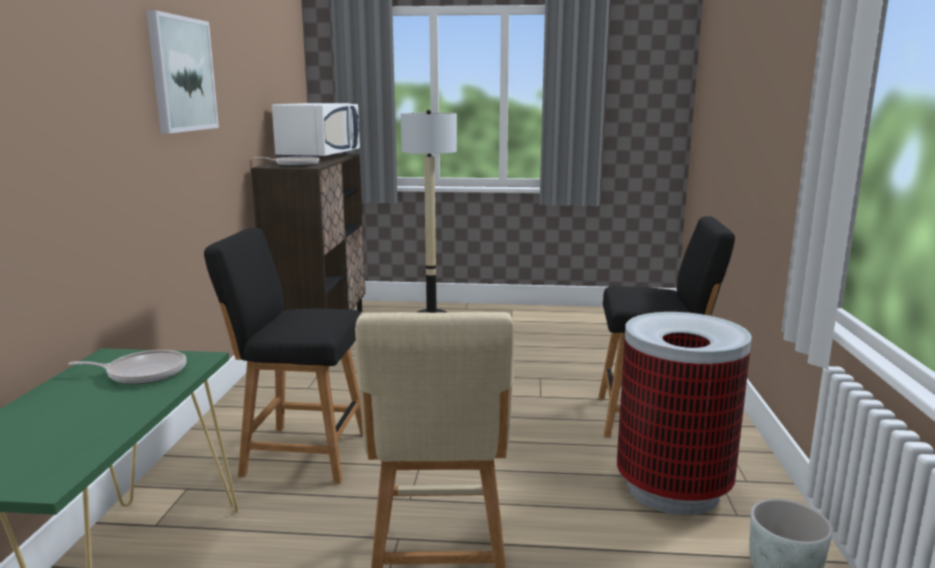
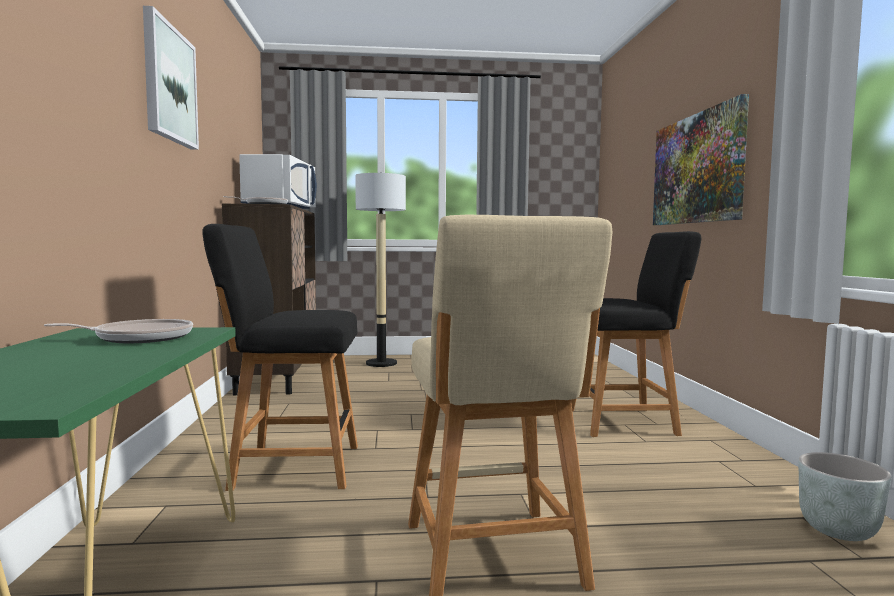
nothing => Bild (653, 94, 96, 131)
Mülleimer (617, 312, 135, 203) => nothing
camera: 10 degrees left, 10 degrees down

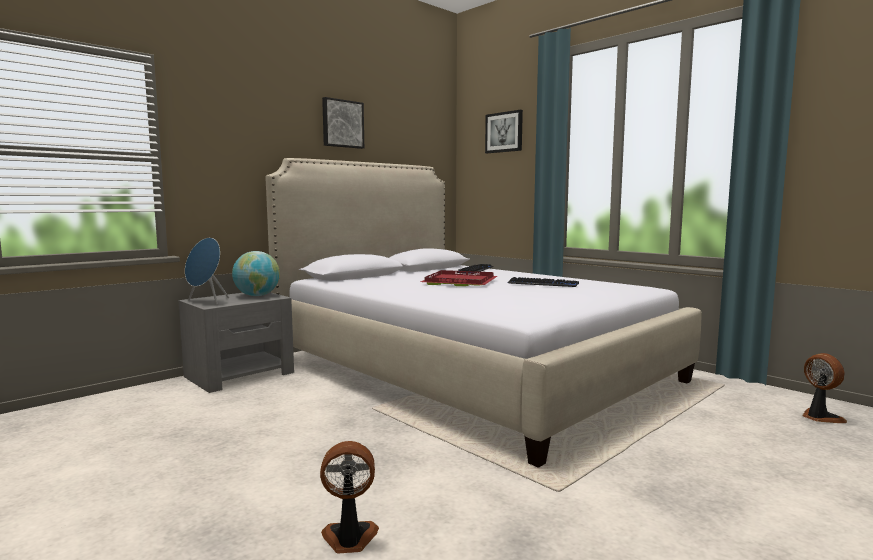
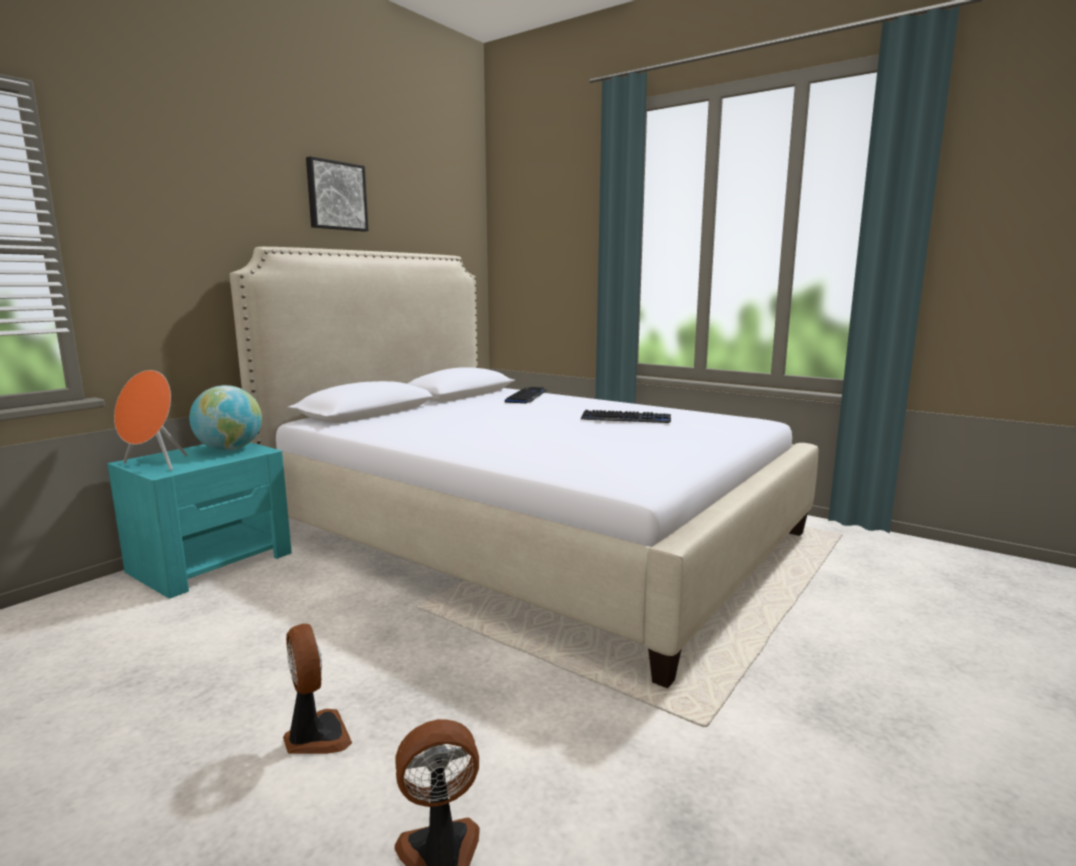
Nachttisch (grau) (179, 292, 115, 101) => Nachttisch (türkis) (107, 442, 185, 156)
Lautsprecher (blau) (185, 238, 44, 67) => Lautsprecher (orange) (114, 370, 74, 100)
Ventilator (802, 353, 45, 70) => Ventilator (283, 624, 69, 130), moved
Tablett (rot) (421, 270, 76, 16) => nothing
Bild (485, 110, 38, 43) => nothing
camera: 10 degrees left, 5 degrees up

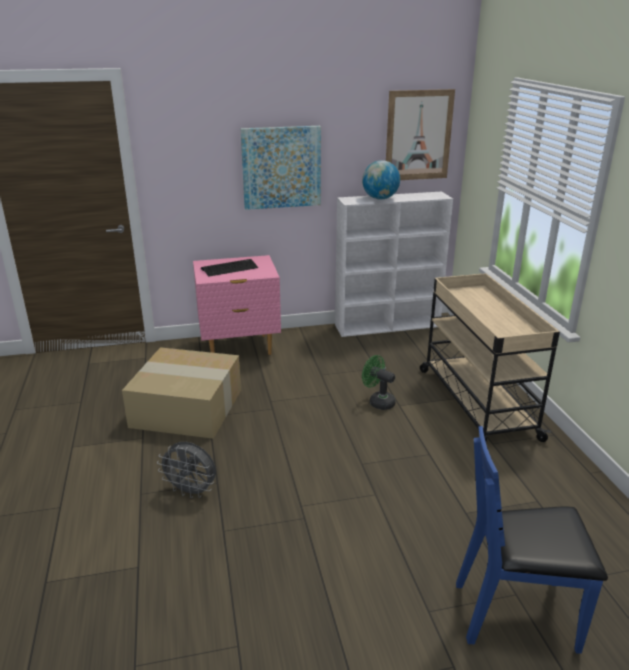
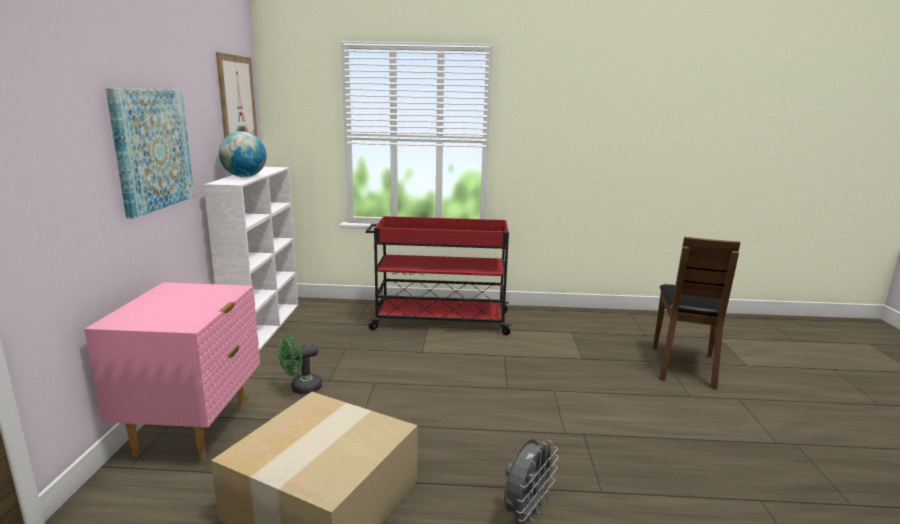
Ventilator (grün) (362, 355, 34, 55) => Ventilator (grün) (278, 336, 44, 58), moved
Rollwagen (beige) (420, 273, 140, 169) => Rollwagen (rot) (366, 216, 146, 120)
Stuhl (blau) (456, 426, 152, 227) => Stuhl (braun) (653, 237, 87, 152)
Tastatur (201, 259, 57, 18) => nothing
camera: 75 degrees left, 10 degrees down

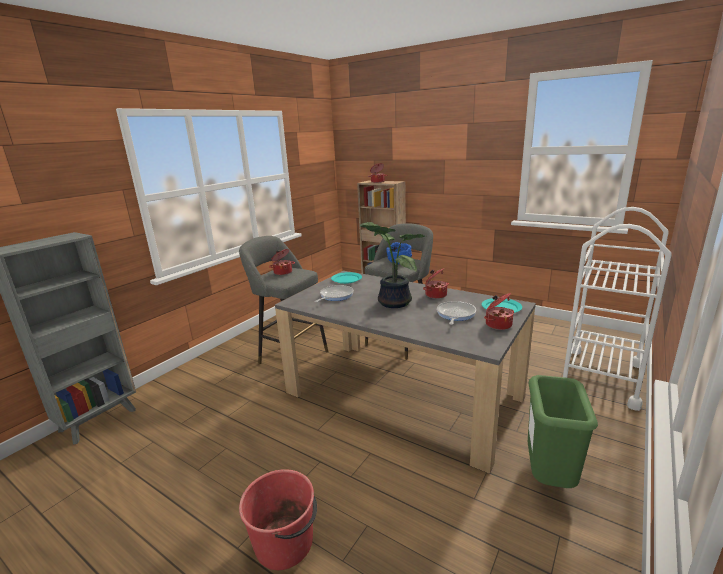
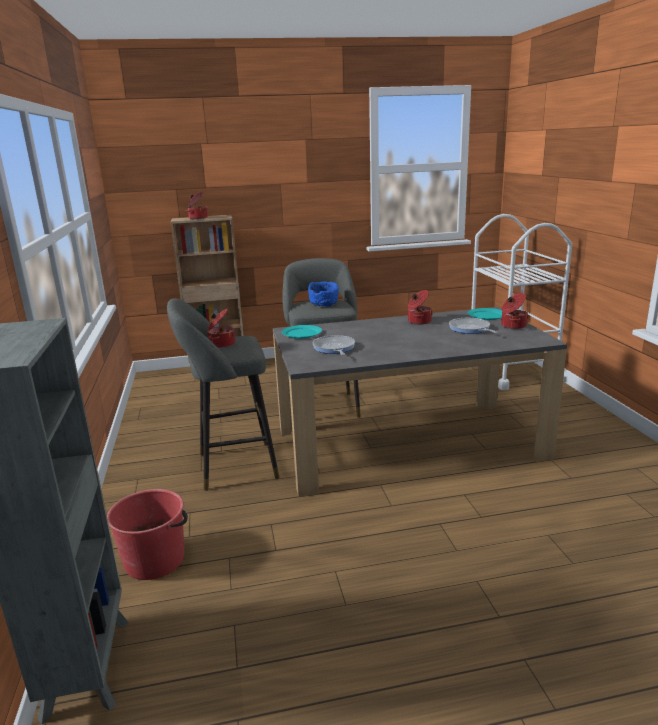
Eimer (rot) (239, 469, 78, 101) => Eimer (rot) (107, 489, 81, 91), moved
Topfpflanze (360, 222, 66, 86) => nothing
Mülleimer (grün) (528, 375, 70, 113) => nothing
camera: 45 degrees left, 0 degrees up

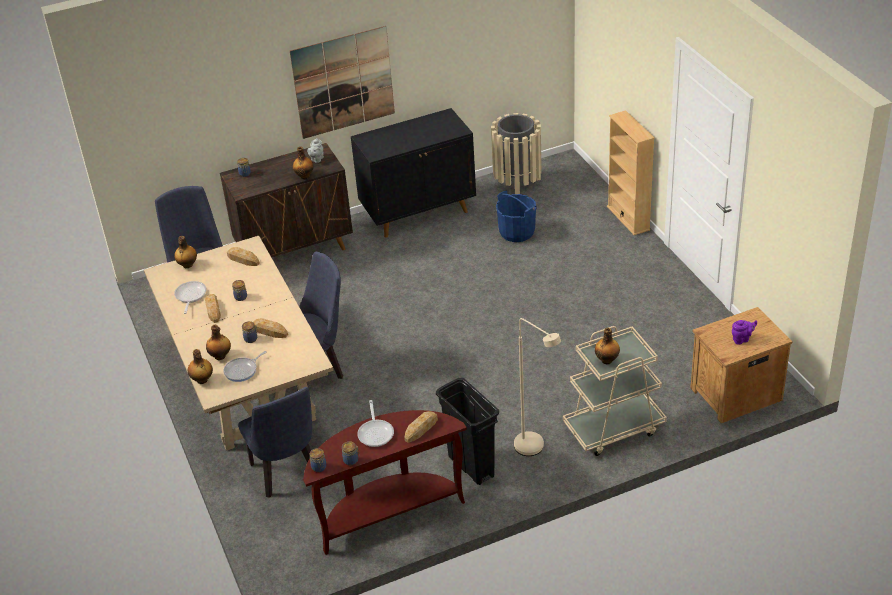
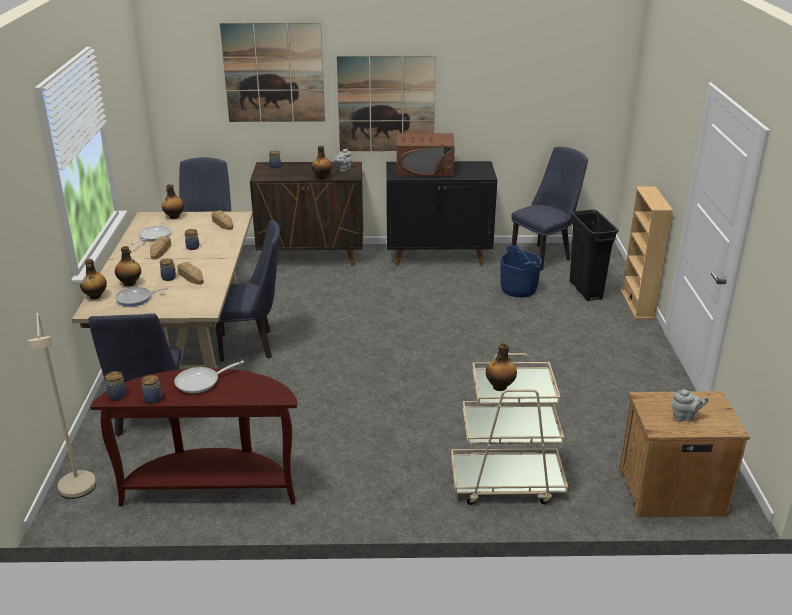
Stehlampe (beige) (514, 318, 47, 138) => Stehlampe (beige) (27, 313, 69, 186), moved
Pfanne (357, 400, 37, 47) => Pfanne (174, 360, 70, 34), 45 degrees clockwise
nothing => Bild (220, 23, 105, 99)
nothing => Mikrowelle (braun) (396, 133, 59, 43)
Mülleimer (beige) (491, 113, 51, 81) => Stuhl (blau) (511, 147, 77, 123)
Mülleimer (schwarz) (436, 378, 63, 107) => Mülleimer (schwarz) (570, 209, 49, 92), moved
Teekanne (lila) (732, 320, 25, 25) => Teekanne (grau) (671, 389, 37, 32)
Brot (404, 411, 34, 32) => nothing
camera: 20 degrees right, 10 degrees down

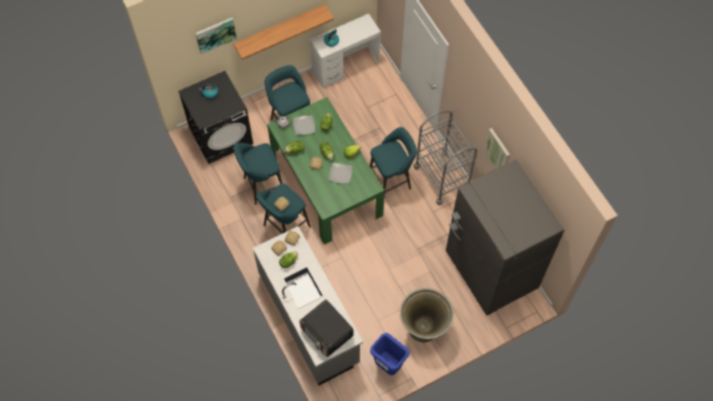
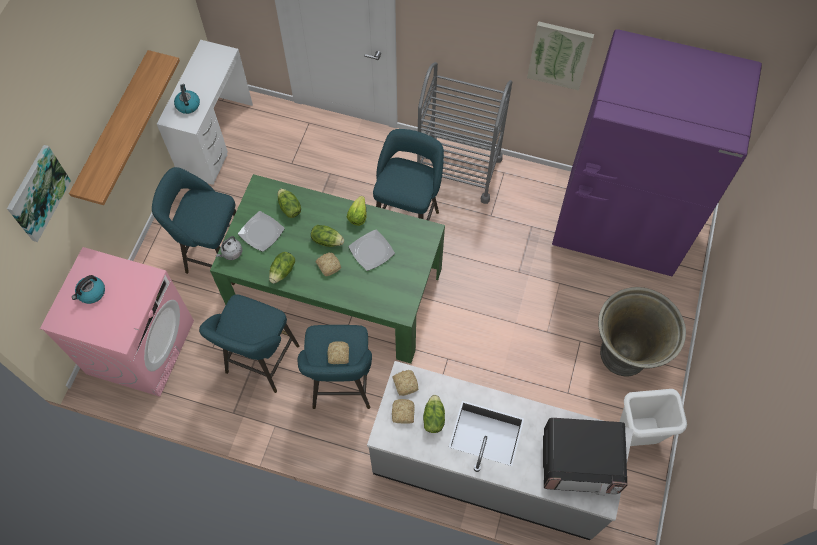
Waschmaschine (schwarz) (178, 71, 75, 93) => Waschmaschine (rosa) (40, 247, 154, 150)
Kühlschrank (grau) (446, 160, 118, 156) => Kühlschrank (lila) (552, 30, 210, 246)
Mülleimer (blau) (370, 333, 39, 42) => Mülleimer (weiß) (619, 389, 68, 57)
camera: 45 degrees left, 0 degrees up

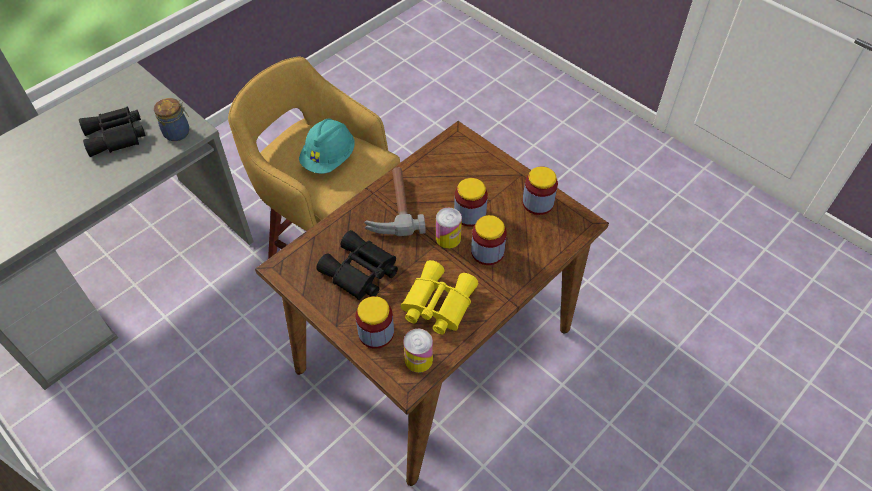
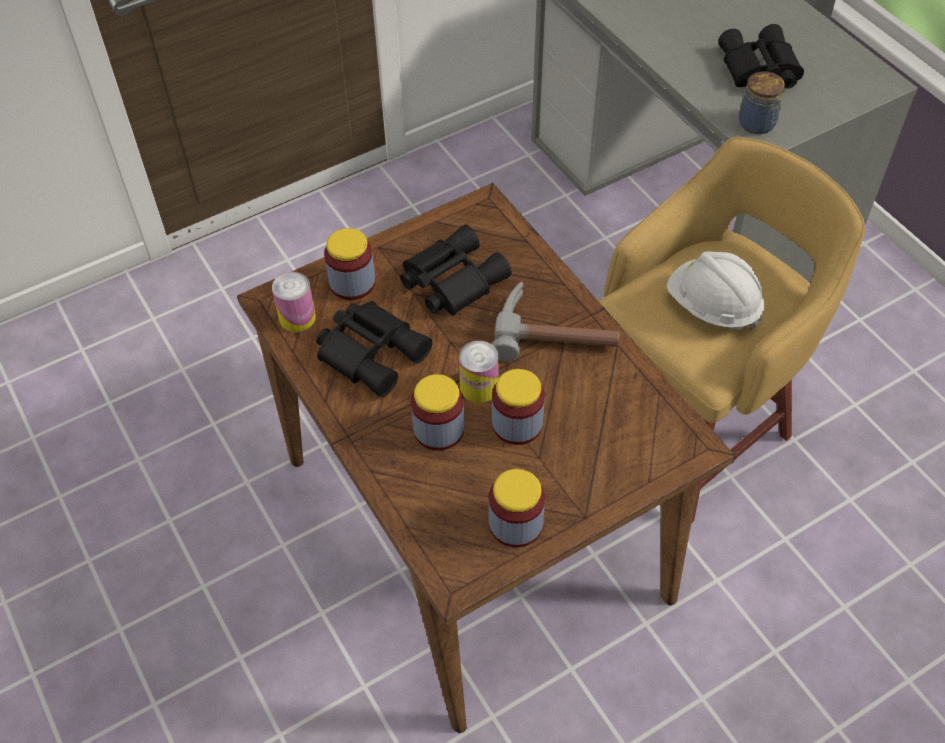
Fernglas (gelb) (401, 260, 77, 74) => Fernglas (schwarz) (316, 301, 116, 97)
Schutzhelm (türkis) (299, 119, 56, 55) => Schutzhelm (weiß) (667, 251, 98, 80)
camera: 105 degrees right, 0 degrees up

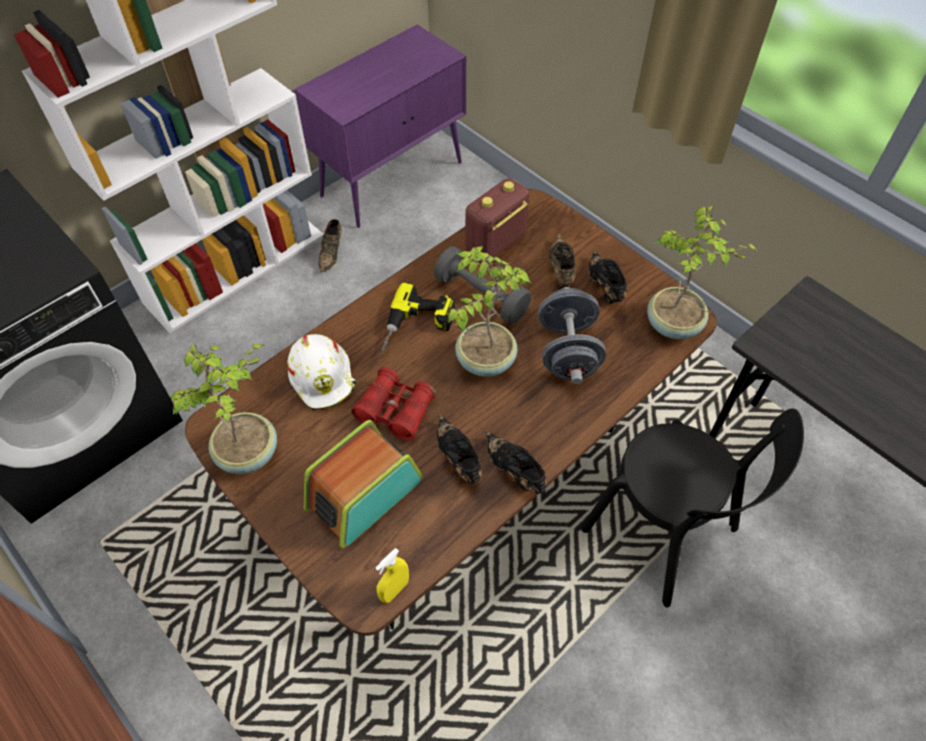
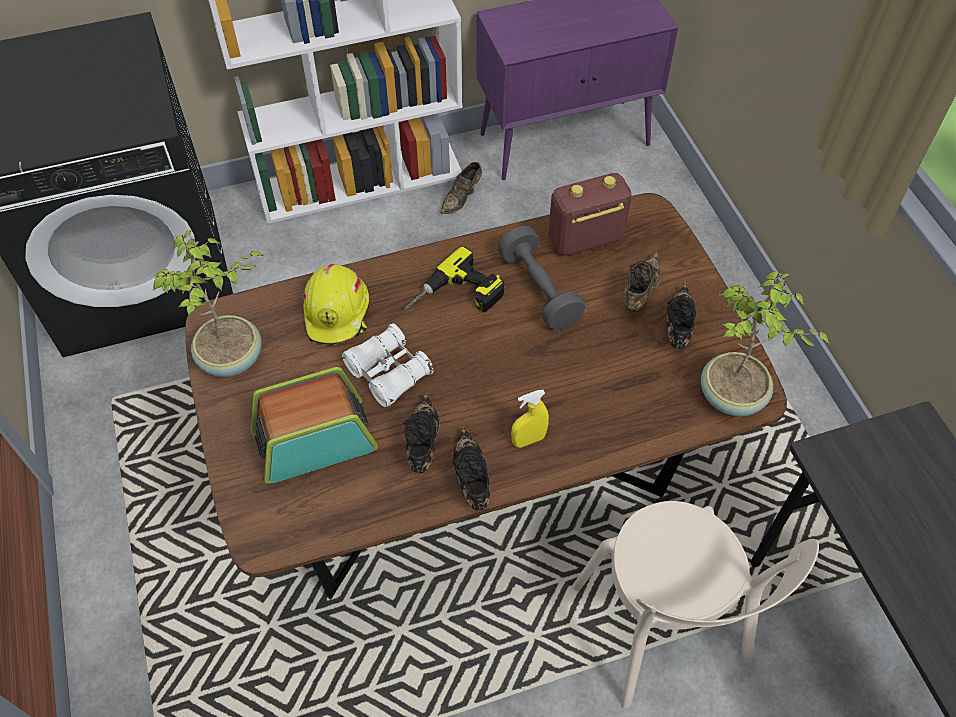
Schutzhelm (weiß) (287, 334, 69, 76) => Schutzhelm (gelb) (303, 264, 67, 81)
Fernglas (rot) (351, 367, 86, 74) => Fernglas (weiß) (342, 323, 92, 84)
Sprühflasche (gelb) (376, 548, 33, 55) => Sprühflasche (gelb) (511, 390, 38, 58), moved
Stuhl (schwarz) (581, 408, 223, 200) => Stuhl (beige) (573, 501, 246, 208)
Topfpflanze (448, 246, 83, 131) => nothing
Hantel (grau) (538, 287, 68, 97) => nothing
camera: 25 degrees right, 0 degrees up

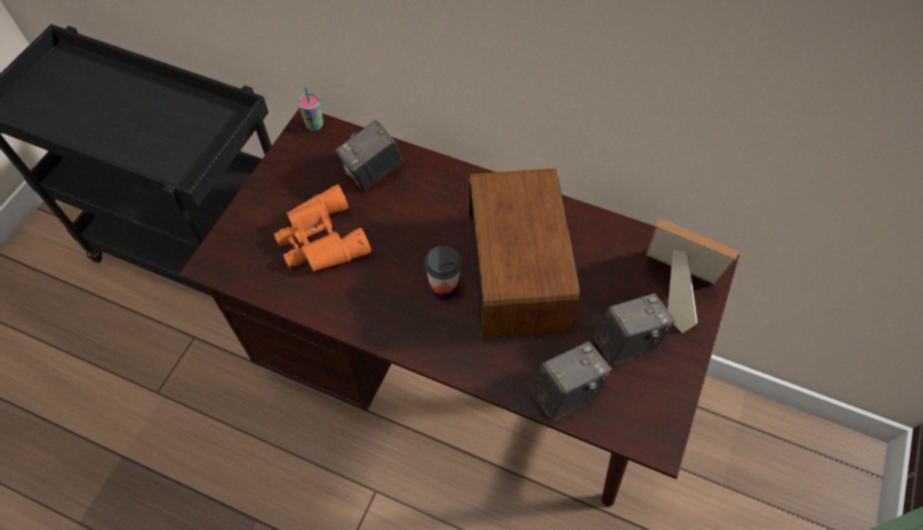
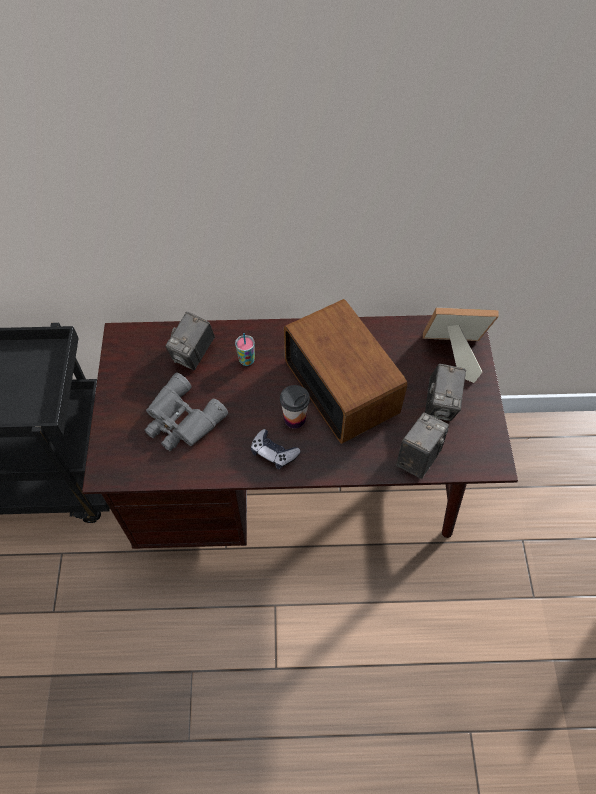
Fernglas (orange) (274, 184, 97, 88) => Fernglas (grau) (145, 373, 83, 78)
Tasse (298, 87, 25, 44) => Tasse (235, 333, 20, 33), moved
nothing => Gamepad (251, 429, 50, 40)
Kamera (593, 293, 82, 73) => Kamera (425, 364, 41, 57), 150 degrees clockwise
camera: 25 degrees left, 0 degrees up

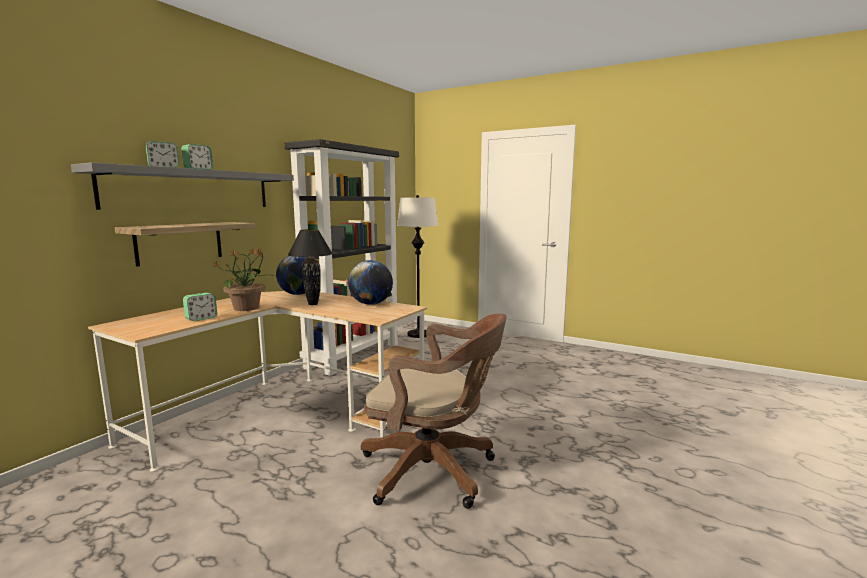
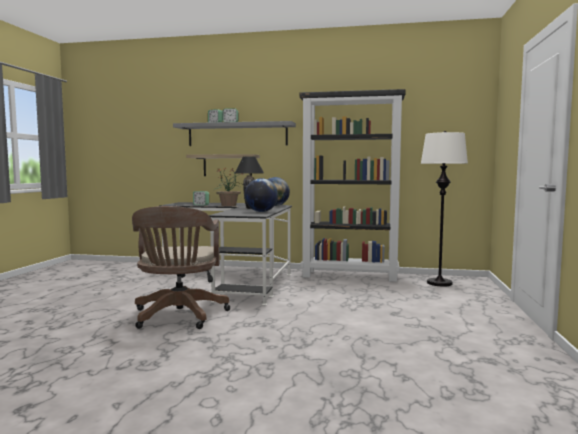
Schreibtisch (beige) (88, 291, 339, 181) => Schreibtisch (schwarz) (160, 202, 132, 103)
camera: 70 degrees right, 5 degrees down

